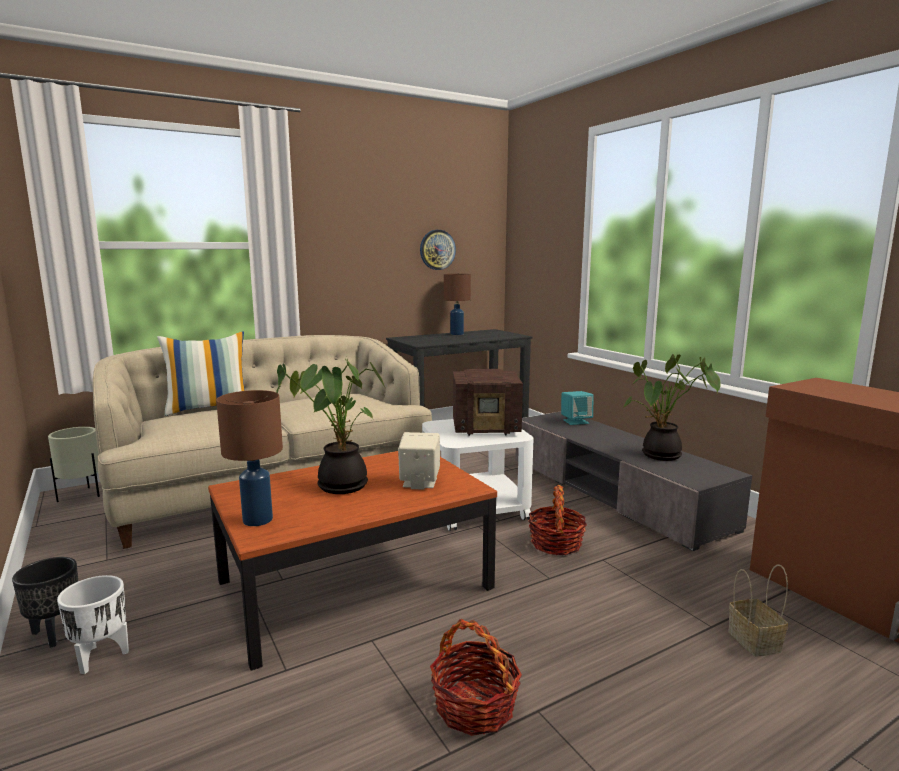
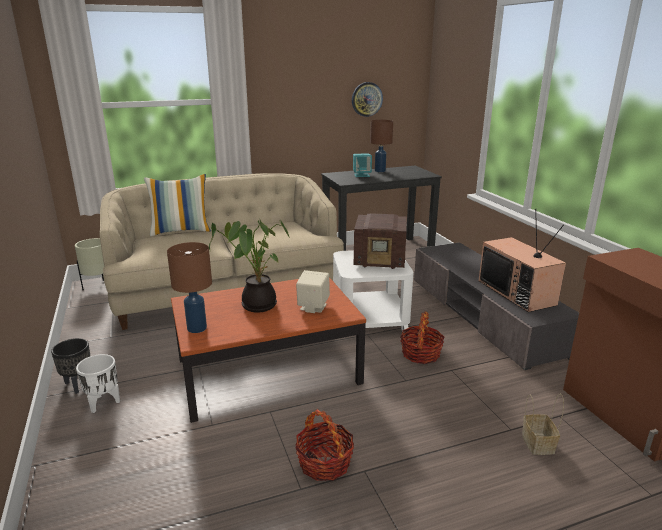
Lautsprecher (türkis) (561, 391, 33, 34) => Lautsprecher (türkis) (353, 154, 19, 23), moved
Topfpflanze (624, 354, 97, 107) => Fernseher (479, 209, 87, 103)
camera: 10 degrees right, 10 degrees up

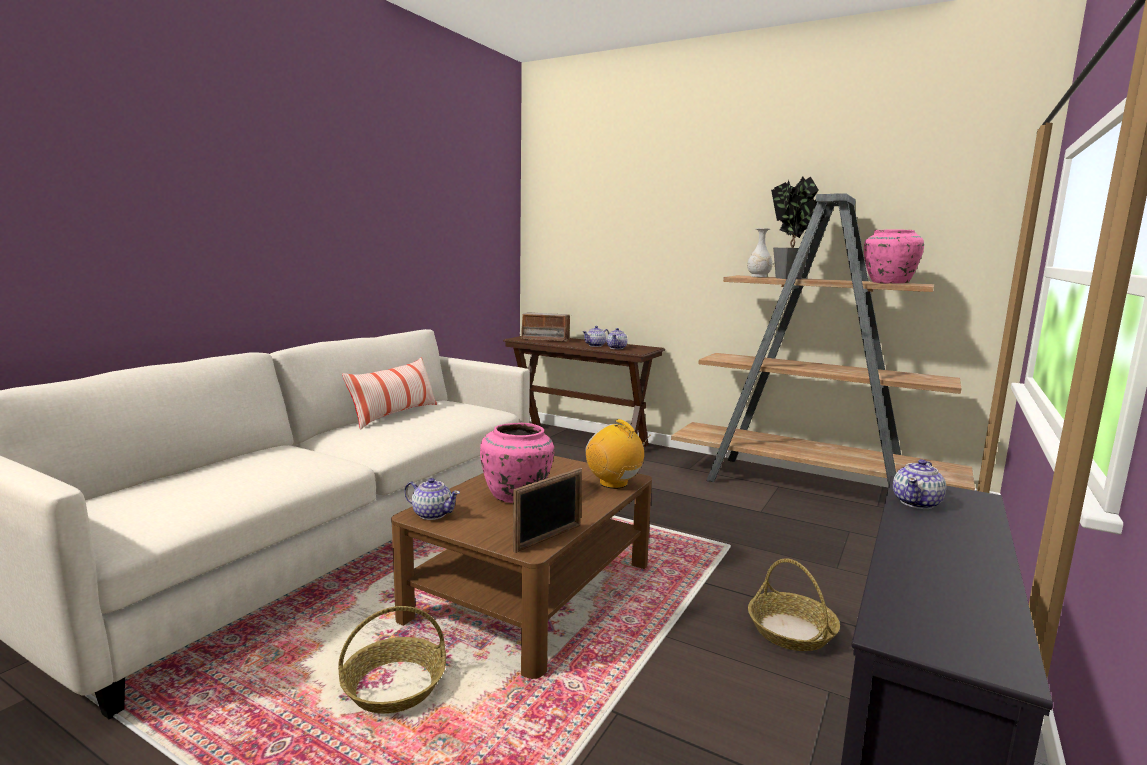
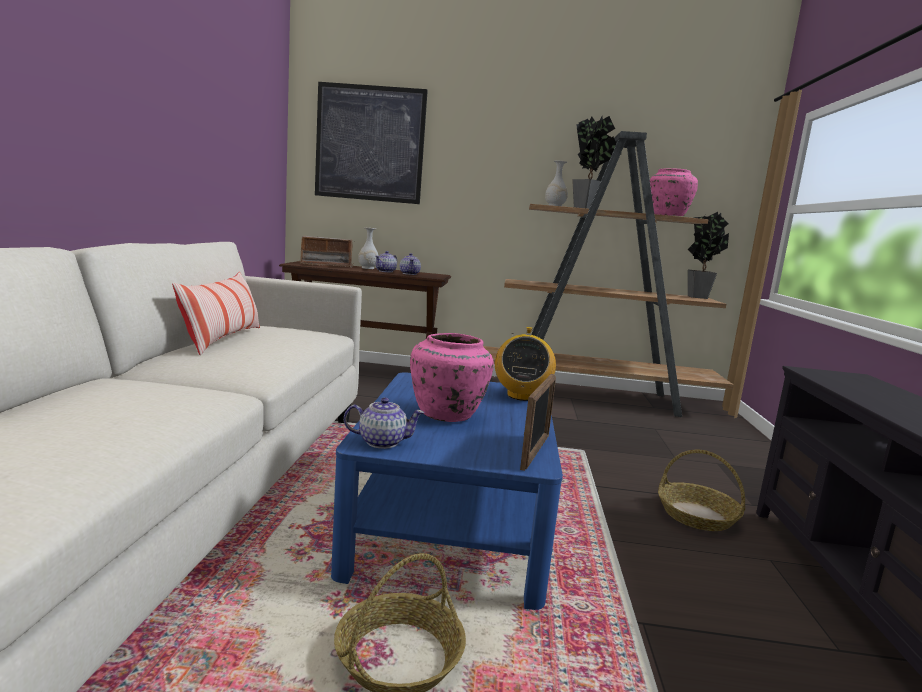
nothing => Bild (315, 82, 113, 122)
Couchtisch (braun) (391, 456, 261, 223) => Couchtisch (blau) (331, 372, 232, 238)
nothing => Vase (weiß) (358, 227, 21, 42)
Radio (585, 419, 66, 70) => Radio (495, 327, 61, 74), 105 degrees counterclockwise
nothing => Topfpflanze (688, 212, 41, 87)
Teekanne (893, 459, 53, 50) => nothing
camera: 25 degrees left, 0 degrees up

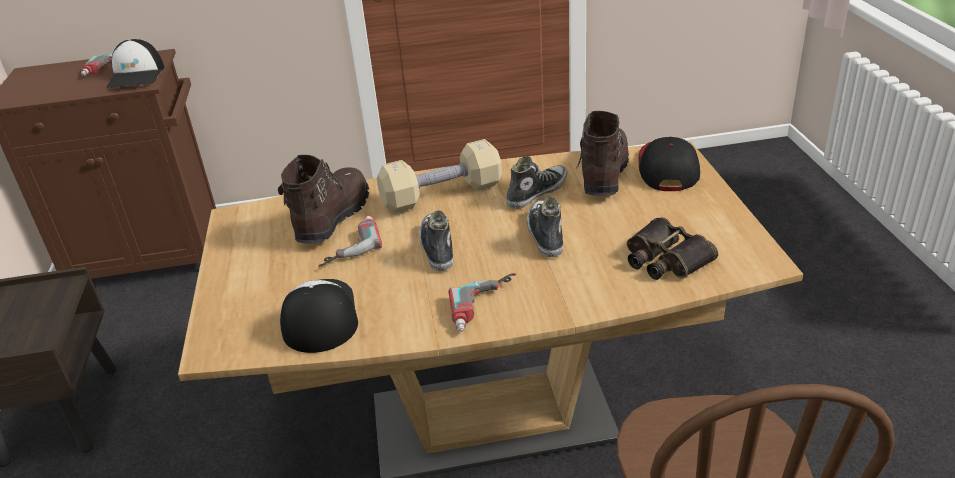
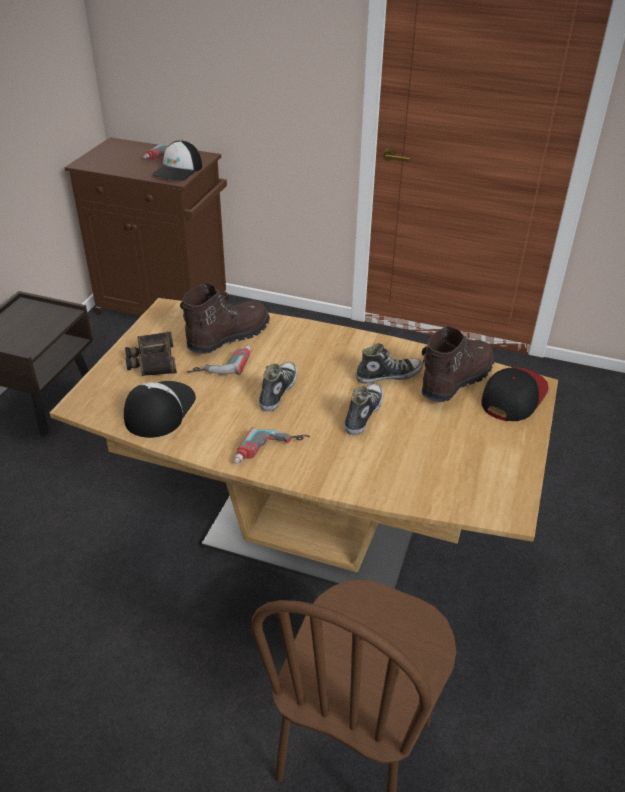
Fernglas (627, 218, 91, 62) => Fernglas (125, 331, 52, 45), moved
Hantel (beige) (377, 139, 125, 74) => nothing
camera: 25 degrees right, 5 degrees up

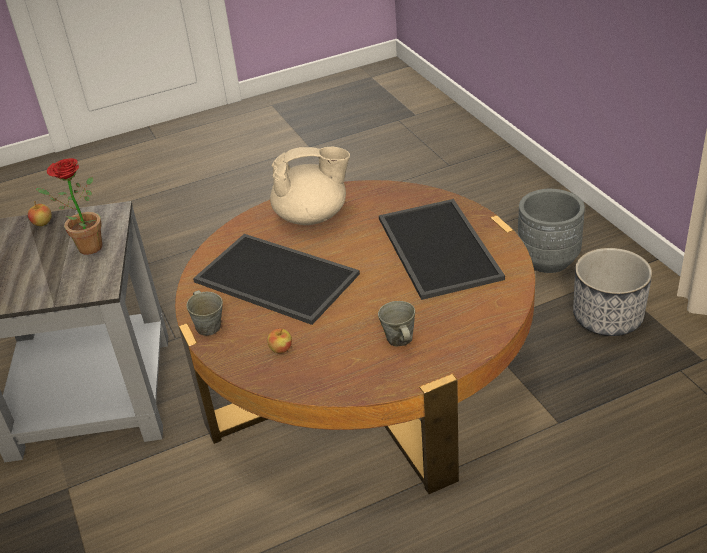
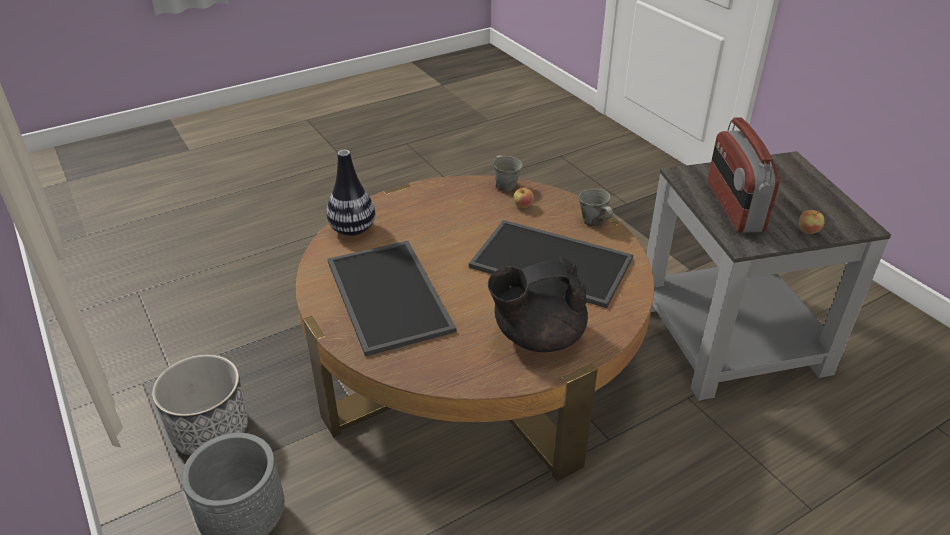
nothing => Vase (326, 150, 49, 86)
Teekanne (beige) (270, 147, 80, 78) => Teekanne (schwarz) (488, 257, 100, 95)
Henkelbecher (grau) (378, 301, 37, 46) => Henkelbecher (grau) (493, 155, 29, 36), moved
Topfpflanze (36, 158, 66, 97) => Radio (708, 117, 72, 116)
camera: 170 degrees right, 0 degrees up

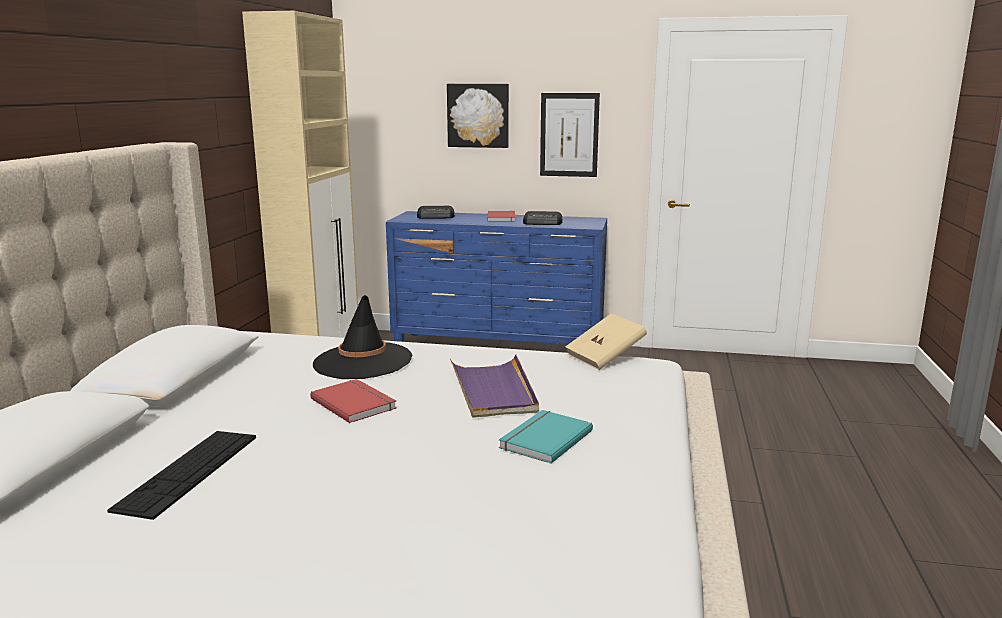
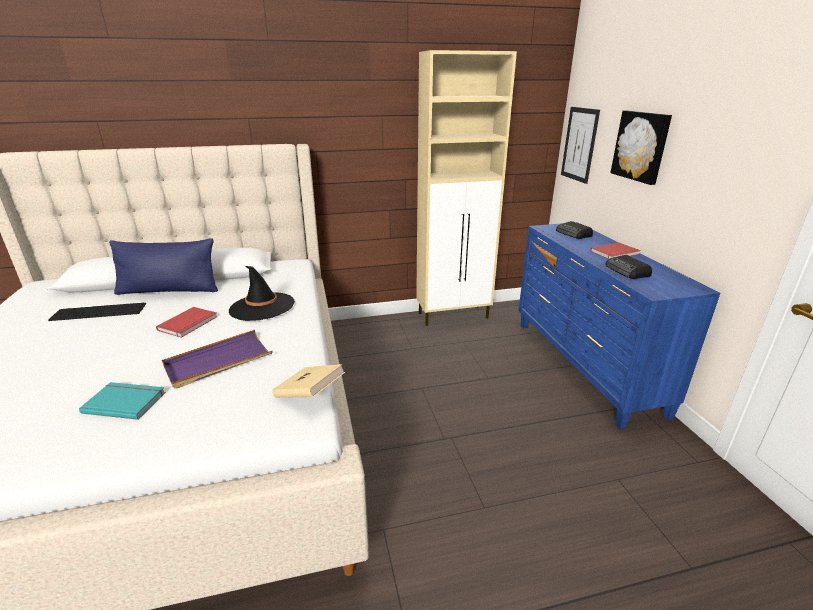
nothing => Kissen (blau) (109, 238, 109, 57)
Bild (540, 93, 60, 84) => Bild (561, 107, 39, 77), moved
camera: 65 degrees right, 10 degrees up

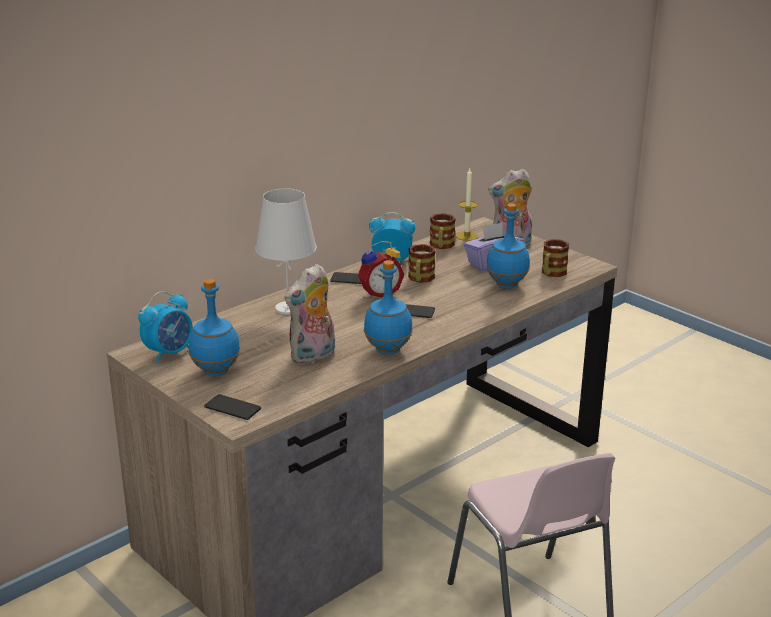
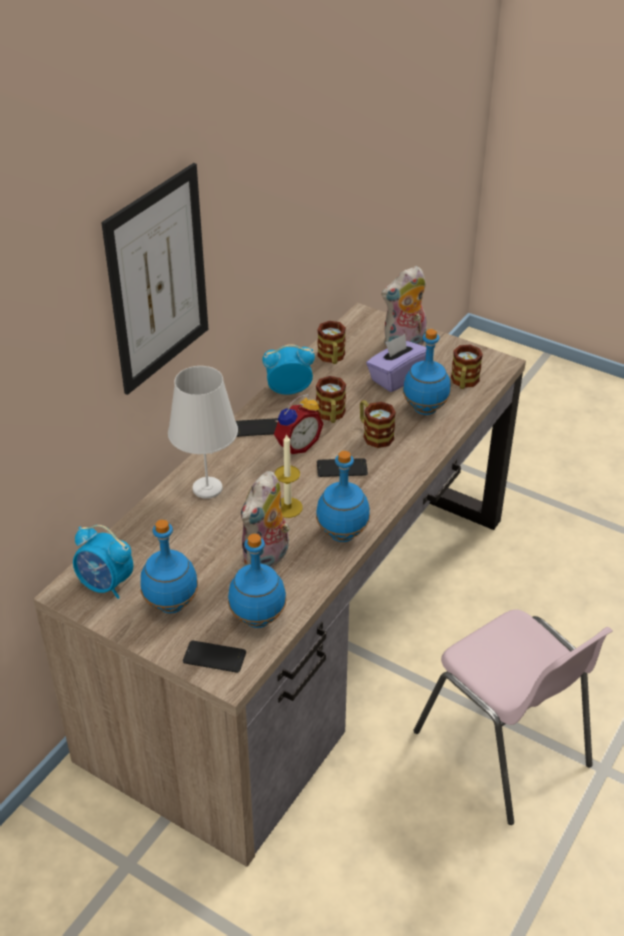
Wecker (138, 291, 55, 72) => Wecker (73, 525, 60, 74), 90 degrees clockwise
nothing => Bild (101, 163, 107, 232)
nothing => Flasche (blau) (228, 534, 58, 94)
Kerze (456, 167, 22, 74) => Kerze (275, 433, 28, 85), moved
nothing => Henkelbecher (360, 400, 36, 48)
camera: 15 degrees left, 15 degrees up

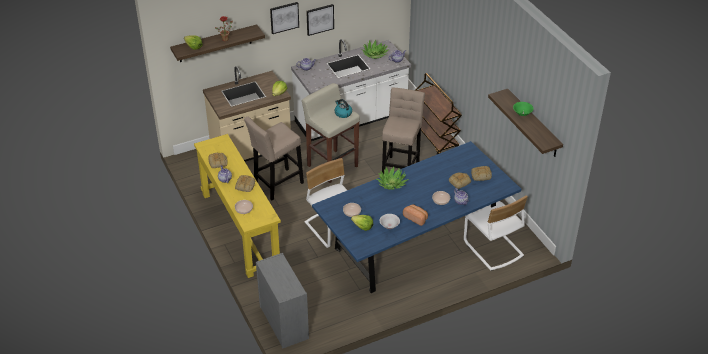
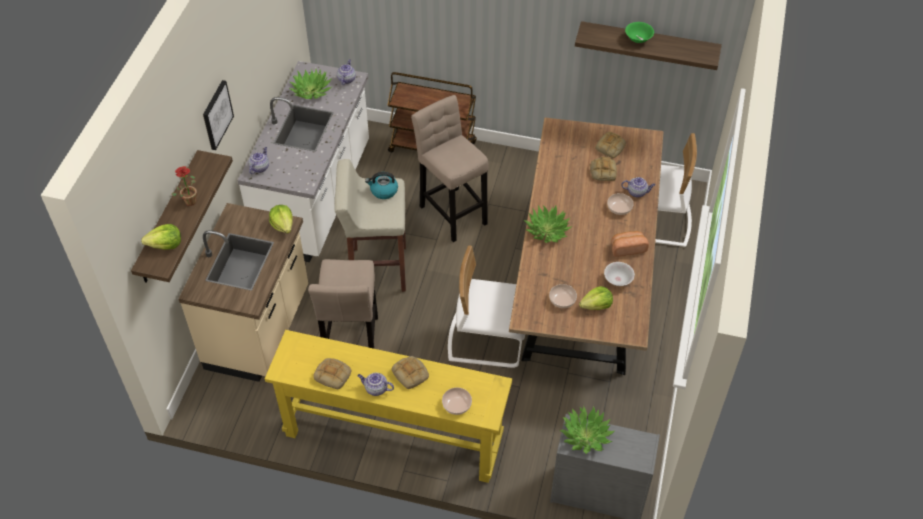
Esstisch (blau) (312, 141, 209, 152) => Esstisch (braun) (509, 118, 154, 257)
nothing => Topfpflanze (559, 406, 56, 48)
Bild (306, 4, 28, 32) => nothing
camera: 50 degrees left, 10 degrees up

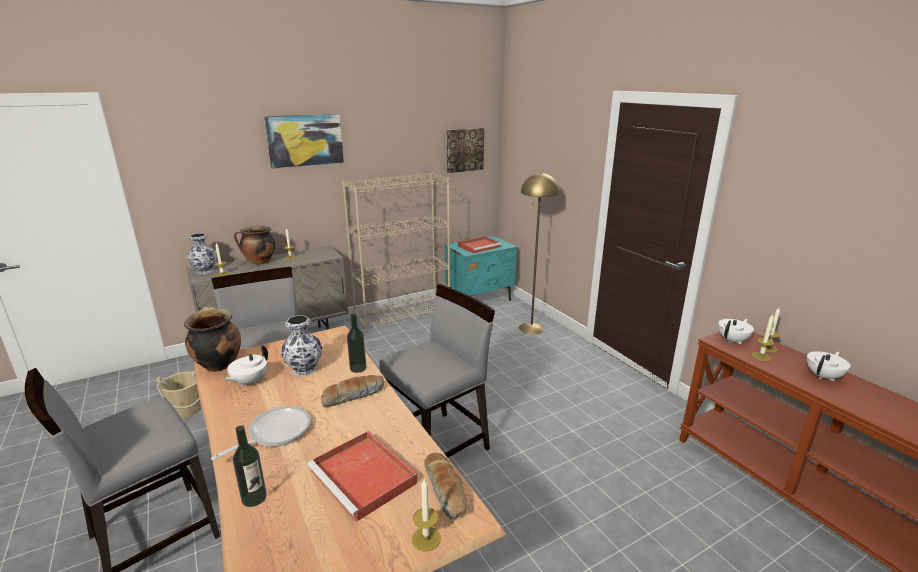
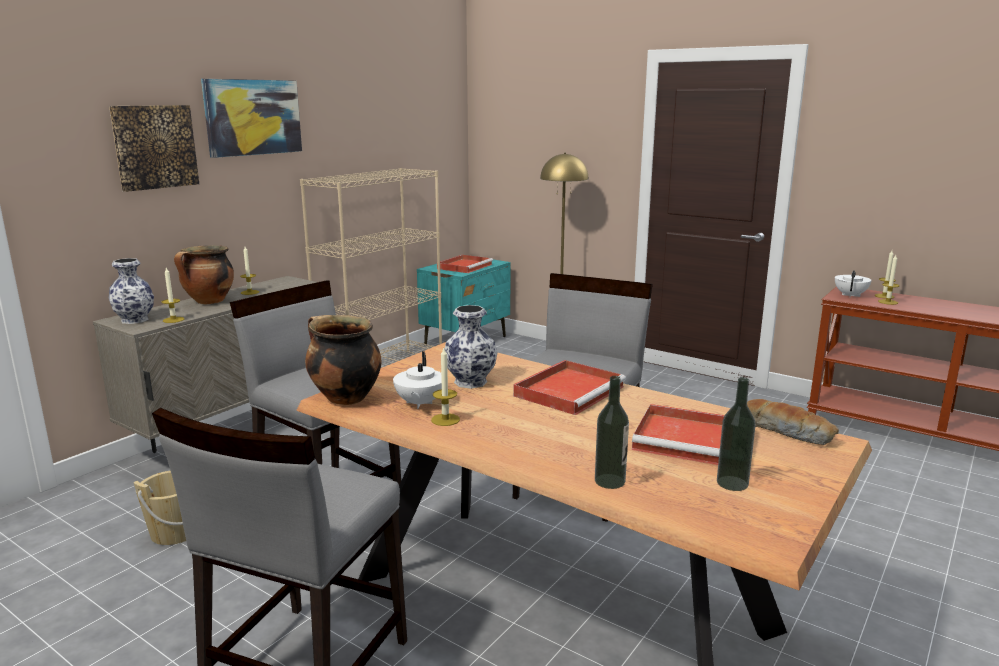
Bild (447, 128, 37, 45) => Bild (109, 105, 90, 87), moved
Kerze (412, 478, 29, 73) => Kerze (431, 348, 29, 78), moved
Brot (321, 375, 63, 32) => Tablett (rot) (513, 360, 113, 55)
Flasche (347, 313, 20, 60) => Flasche (717, 377, 39, 114), moved
Pfanne (211, 406, 100, 55) => nothing
Teekanne (weiß) (807, 351, 44, 30) => nothing
camera: 25 degrees left, 5 degrees down

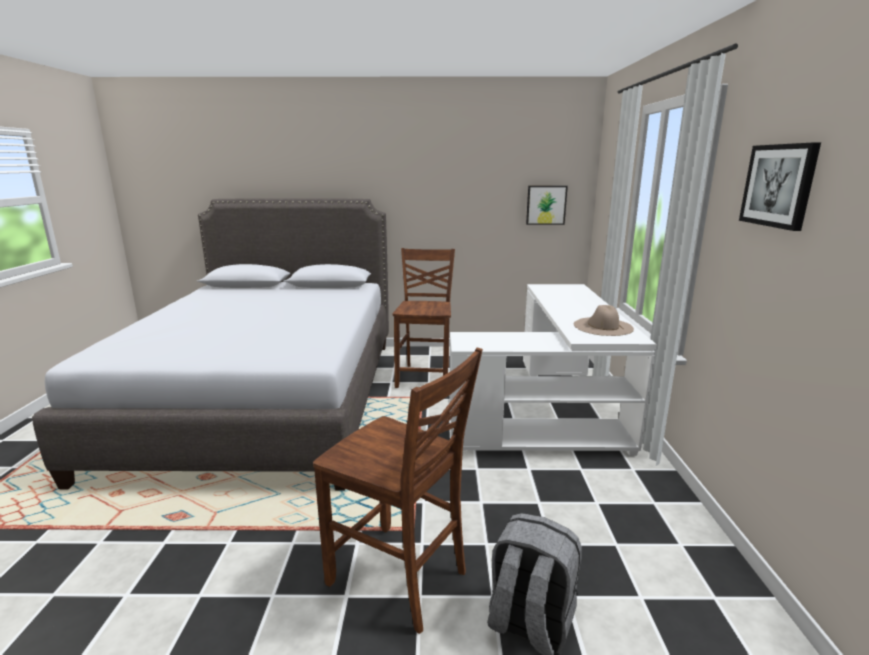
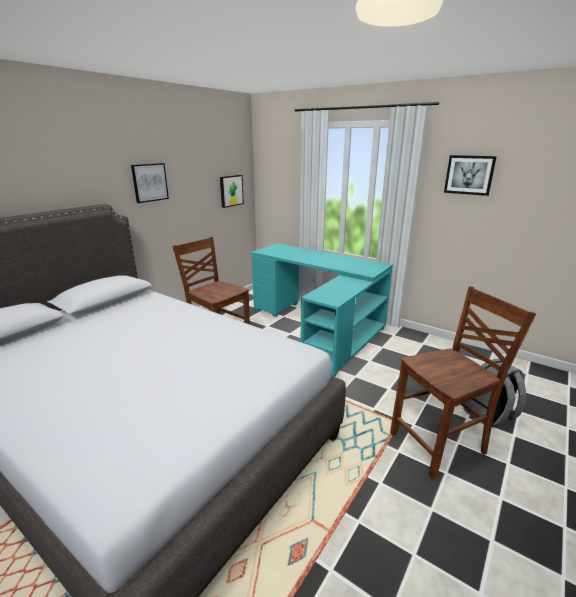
nothing => Bild (131, 163, 38, 40)
Schreibtisch (weiß) (449, 284, 207, 172) => Schreibtisch (türkis) (252, 243, 141, 134)
Hut (beige) (574, 305, 60, 31) => nothing
camera: 55 degrees left, 5 degrees up

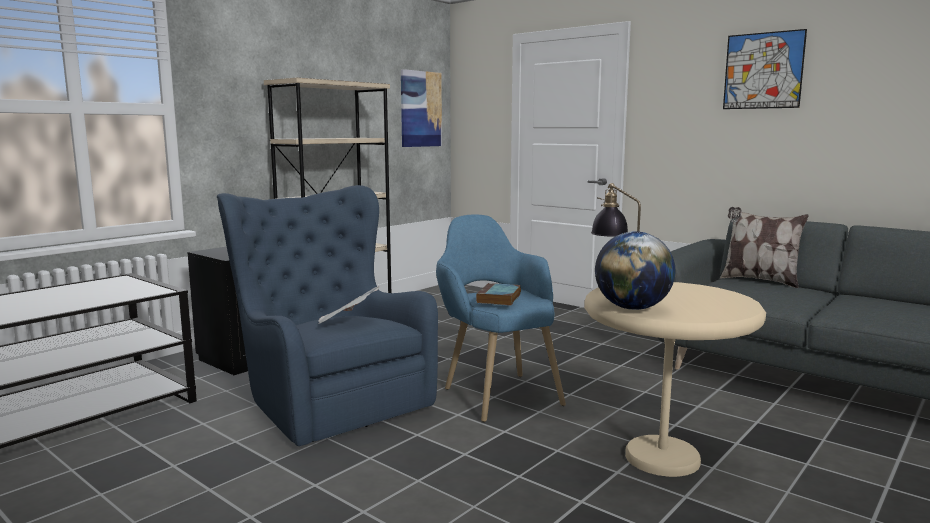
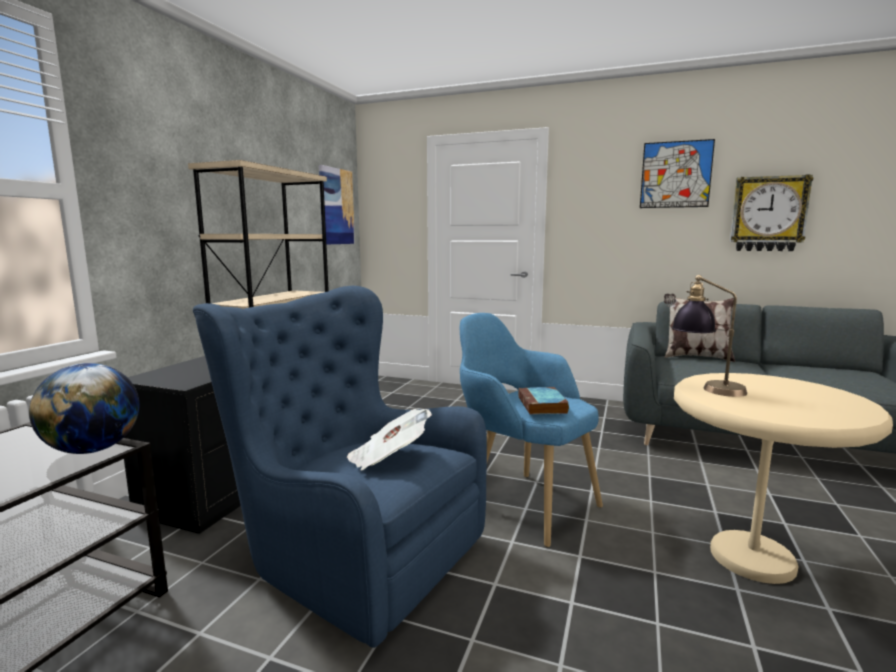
Globus (595, 231, 80, 79) => Globus (29, 363, 110, 91), moved
nothing => Wanduhr (730, 174, 84, 77)
camera: 20 degrees left, 0 degrees up

